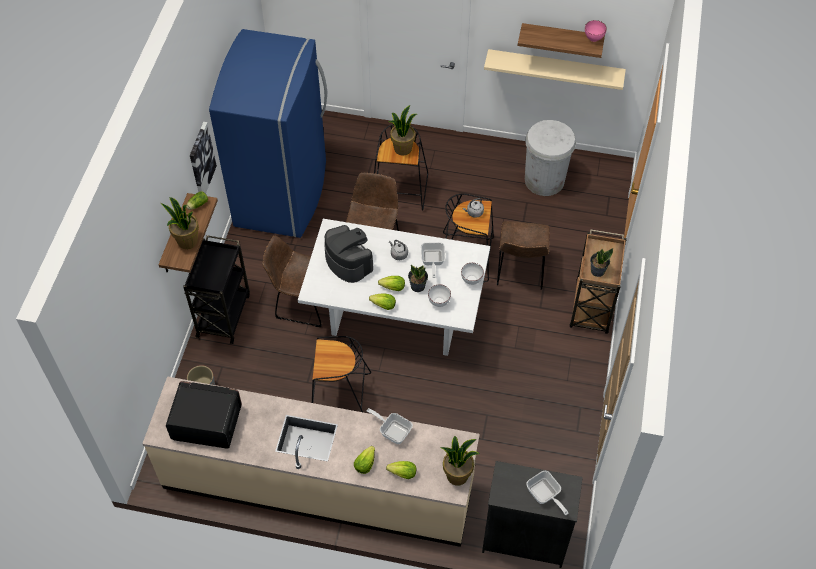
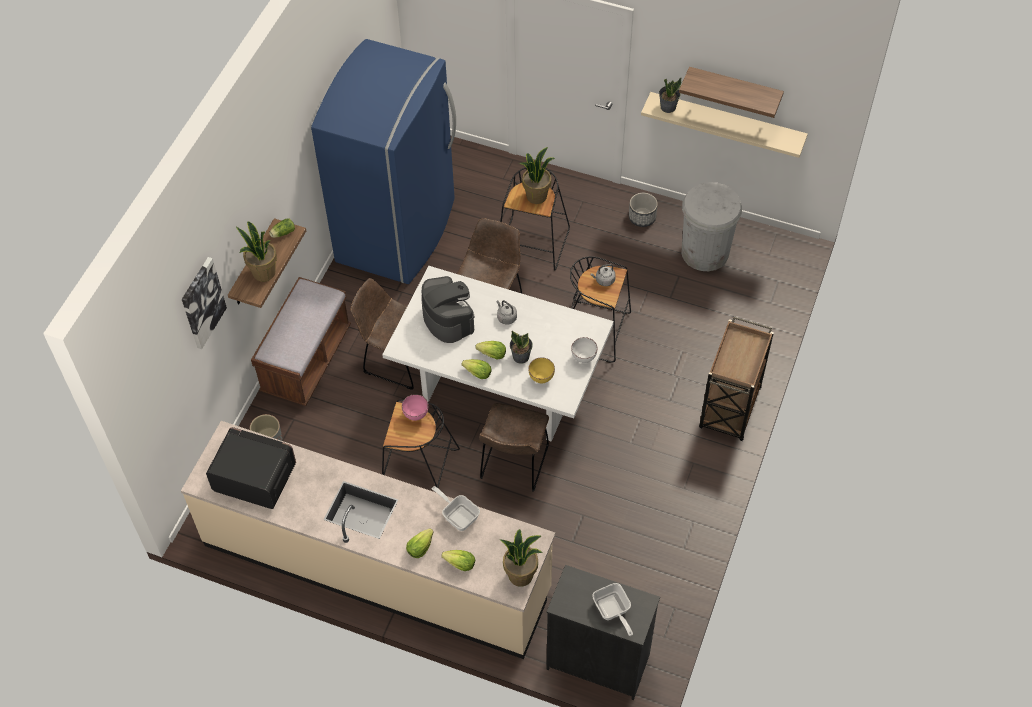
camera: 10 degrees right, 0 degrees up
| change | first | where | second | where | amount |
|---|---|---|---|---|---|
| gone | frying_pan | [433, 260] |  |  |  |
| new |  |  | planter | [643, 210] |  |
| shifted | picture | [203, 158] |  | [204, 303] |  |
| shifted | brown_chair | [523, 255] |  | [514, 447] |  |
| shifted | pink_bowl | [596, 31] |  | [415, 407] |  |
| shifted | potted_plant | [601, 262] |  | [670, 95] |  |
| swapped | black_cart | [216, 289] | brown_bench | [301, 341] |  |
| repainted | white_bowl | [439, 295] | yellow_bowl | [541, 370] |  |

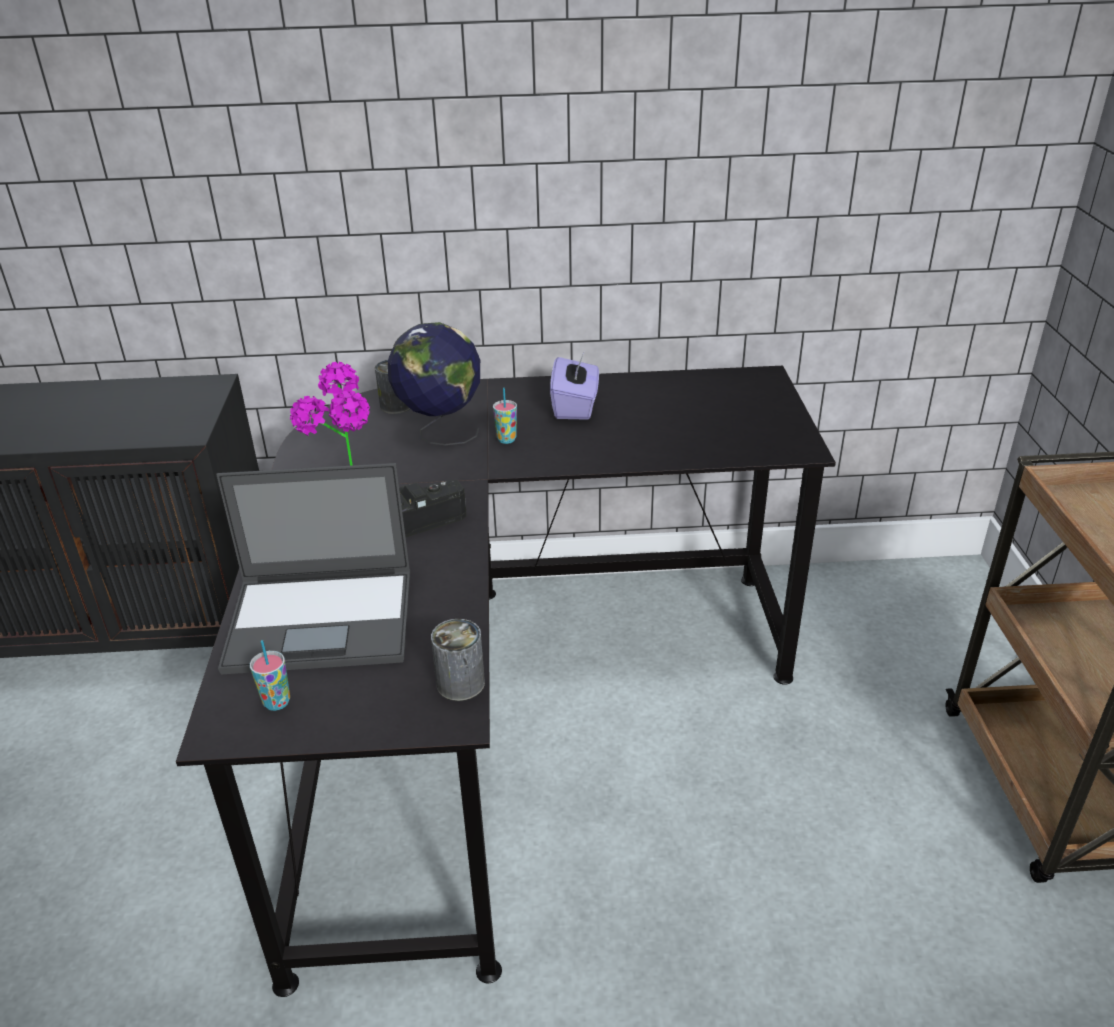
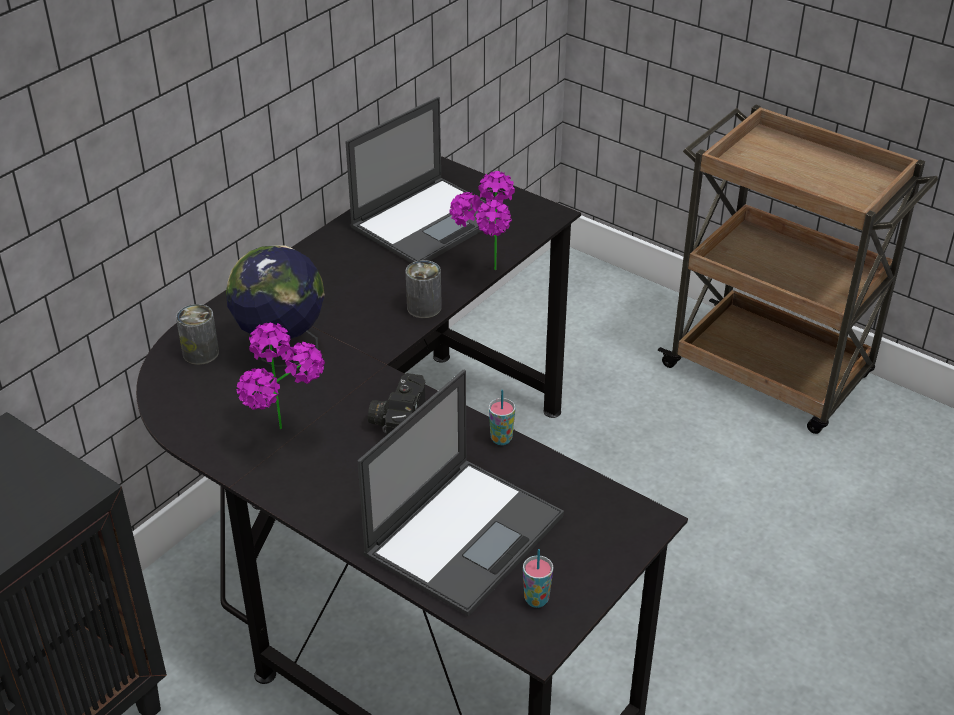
camera: 50 degrees left, 5 degrees up
| change | first | where | second | where | amount |
|---|---|---|---|---|---|
| gone | purple_tissue_box | [574, 387] |  |  |  |
| new |  |  | laptop | [422, 180] |  |
| new |  |  | potted_plant | [482, 220] |  |
| shifted | can | [458, 660] |  | [424, 289] |  |
| shifted | cup | [505, 416] |  | [502, 417] |  |

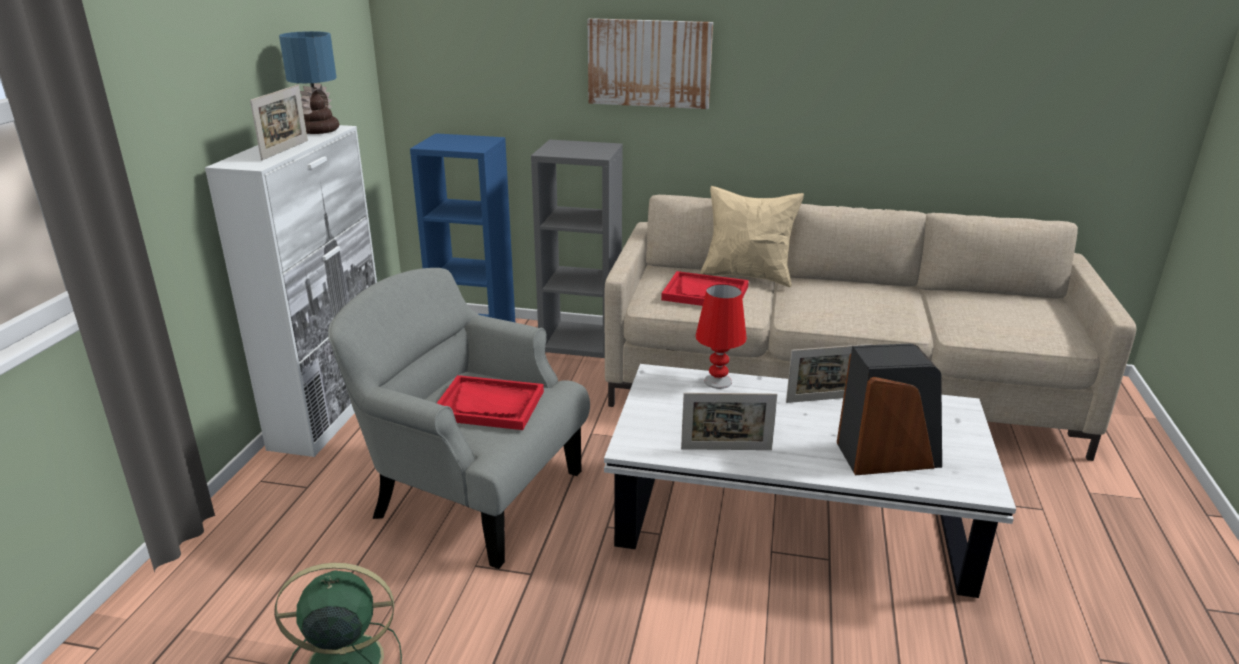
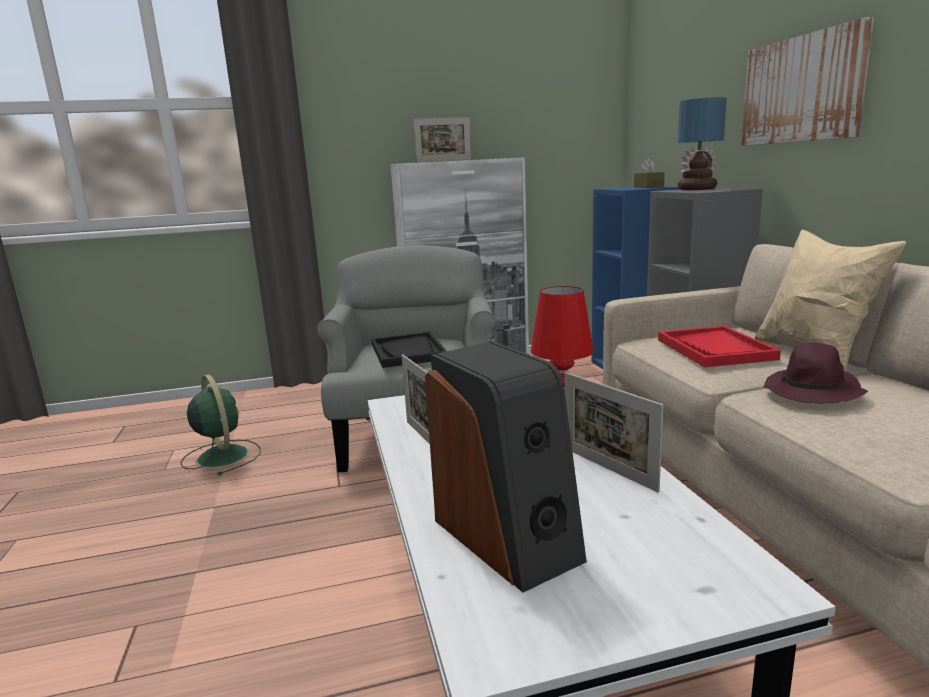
camera: 65 degrees right, 10 degrees down
| change | first | where | second | where | amount |
|---|---|---|---|---|---|
| new |  |  | brown_tissue_box | [649, 173] |  |
| new |  |  | purple_hat | [815, 373] |  |
| shifted | table_lamp | [309, 82] |  | [702, 143] |  |
| repainted | red_tray | [490, 402] | black_tray | [409, 350] |  |

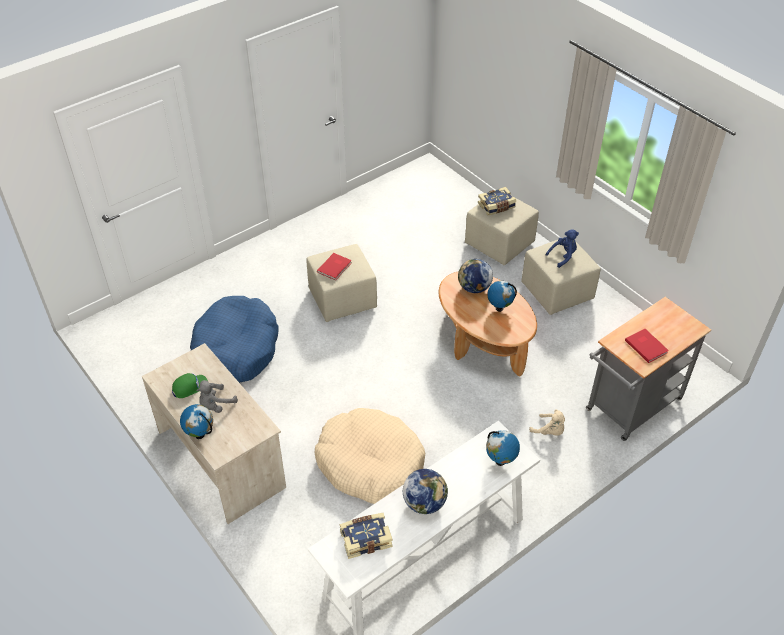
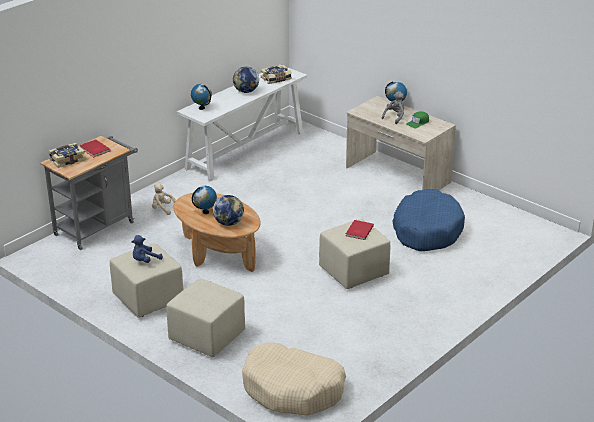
camera: 170 degrees right, 15 degrees down
| change | first | where | second | where | amount |
|---|---|---|---|---|---|
| shifted | beige_dog_bed | [370, 456] |  | [294, 379] |  |
| shifted | book | [497, 201] |  | [67, 155] |  |

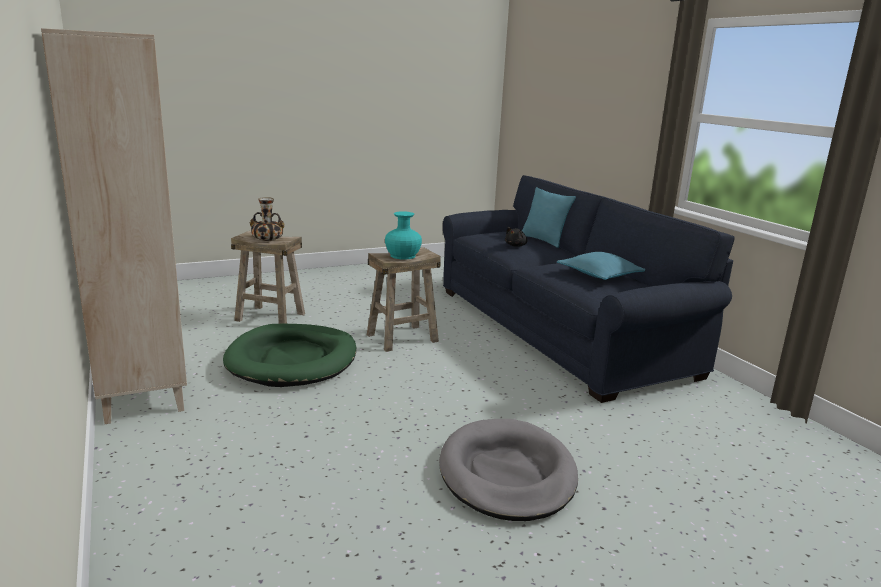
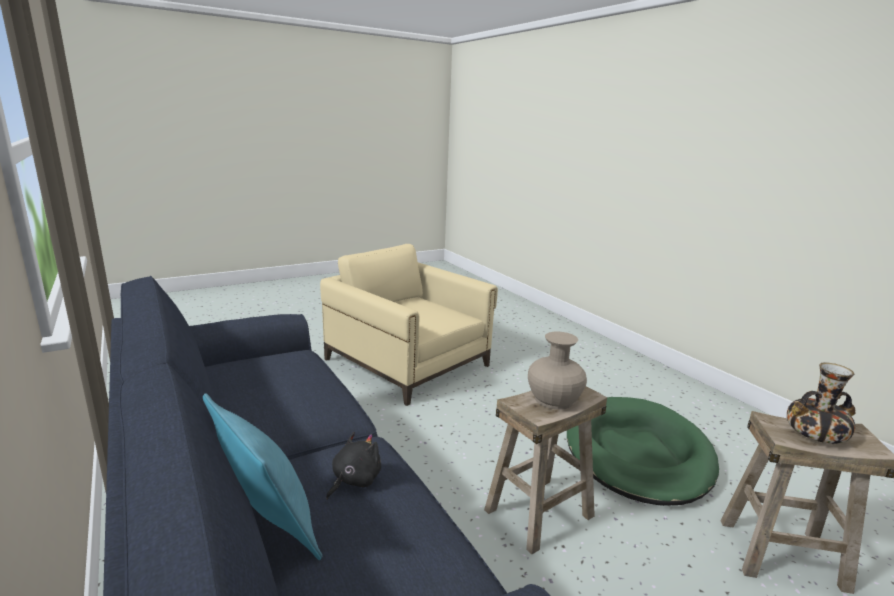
camera: 175 degrees right, 0 degrees up
| change | first | where | second | where | amount |
|---|---|---|---|---|---|
| gone | beige_bookcase | [114, 226] |  |  |  |
| gone | turquoise_pillow | [601, 266] |  |  |  |
| swapped | grey_dog_bed | [508, 470] | beige_armchair | [409, 325] |  |
| repainted | turquoise_vase | [403, 235] | beige_vase | [557, 370] |  |

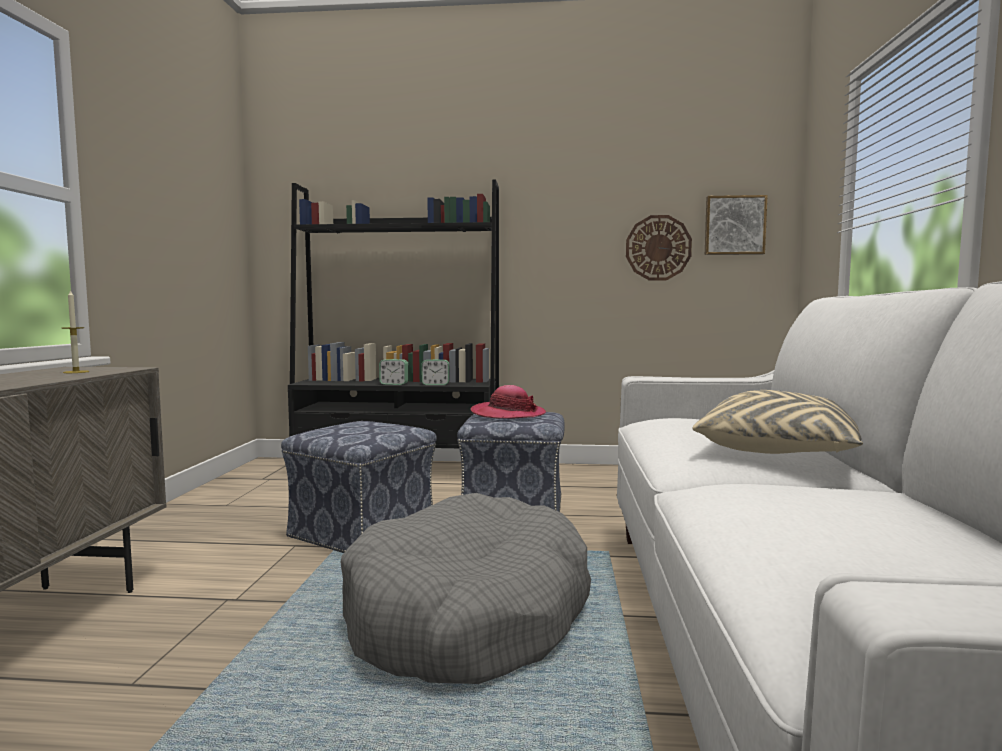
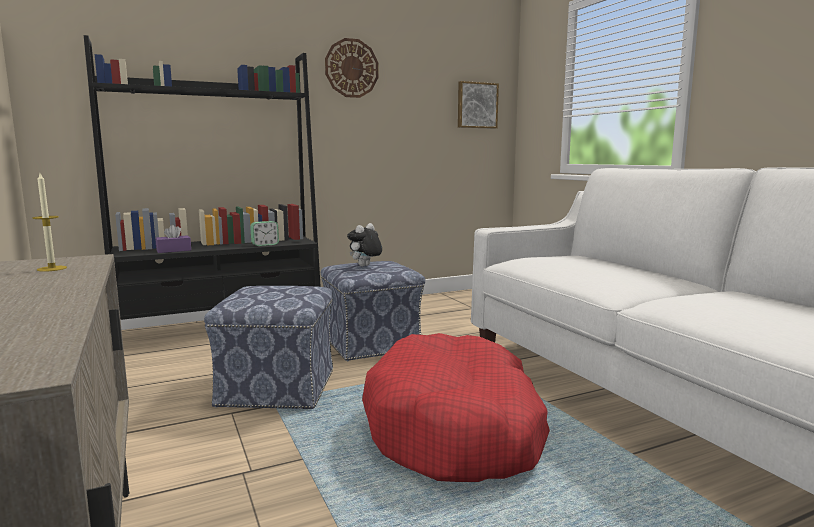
camera: 30 degrees left, 5 degrees up
| change | first | where | second | where | amount |
|---|---|---|---|---|---|
| gone | alarm_clock | [393, 372] |  |  |  |
| gone | beige_pillow | [777, 422] |  |  |  |
| new |  |  | purple_tissue_box | [173, 239] |  |
| shifted | wall_clock | [659, 248] |  | [352, 68] |  |
| swapped | hat | [508, 401] | plush_toy | [364, 244] |  |
| repainted | grey_dog_bed | [465, 588] | red_dog_bed | [456, 407] |  |

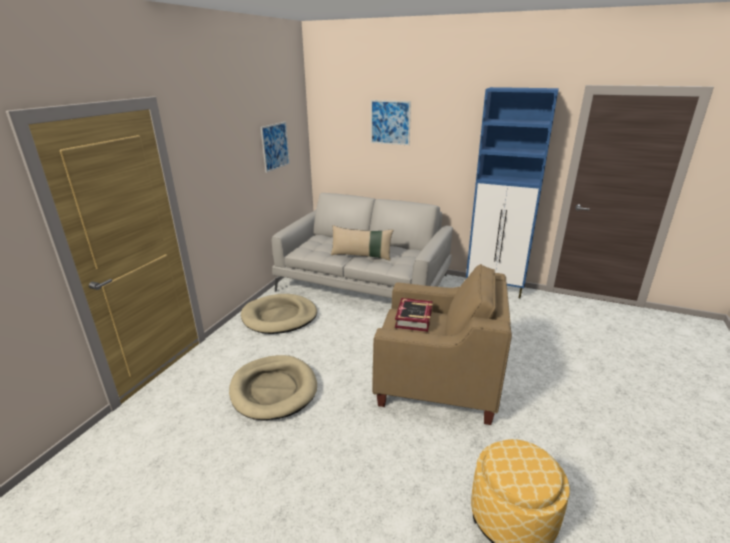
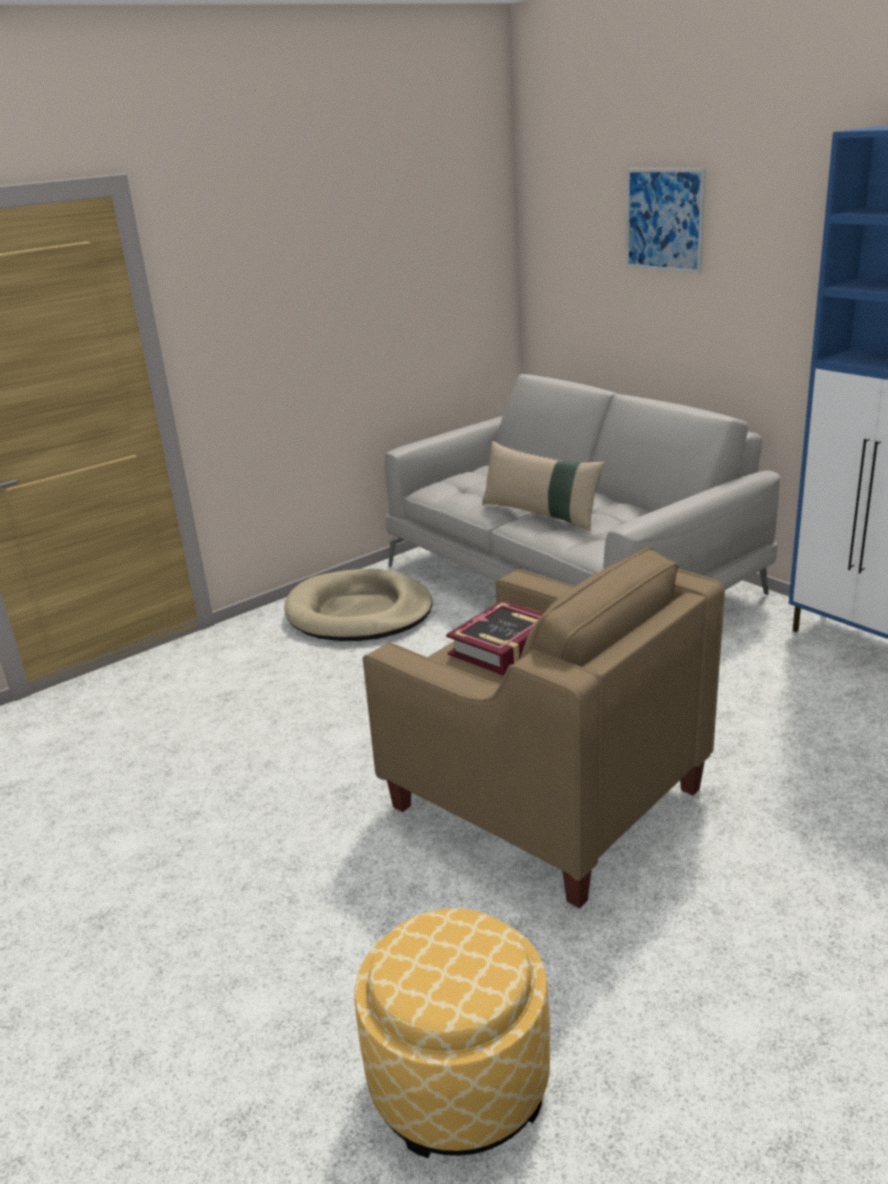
camera: 30 degrees right, 0 degrees up
| change | first | where | second | where | amount |
|---|---|---|---|---|---|
| gone | beige_dog_bed | [273, 387] |  |  |  |
| gone | picture | [275, 147] |  |  |  |

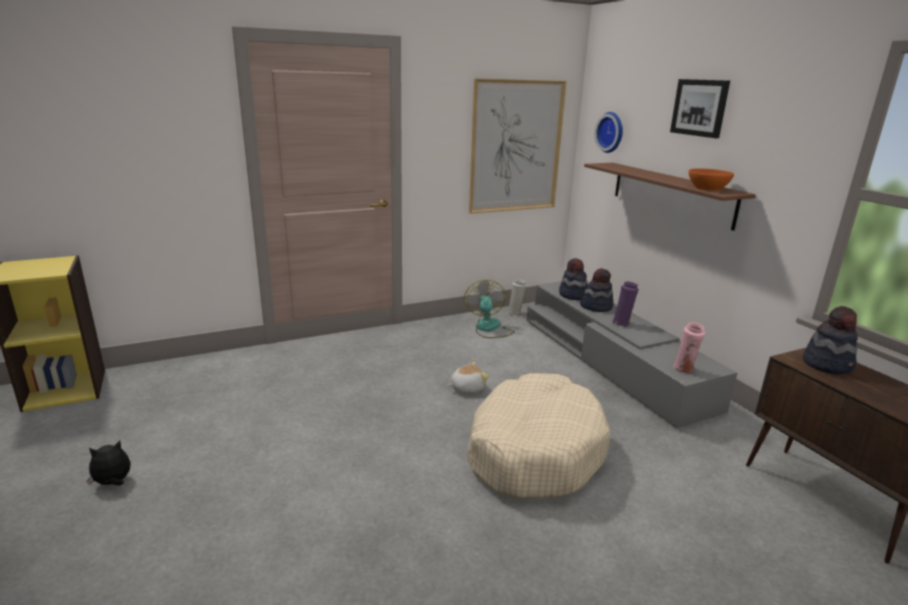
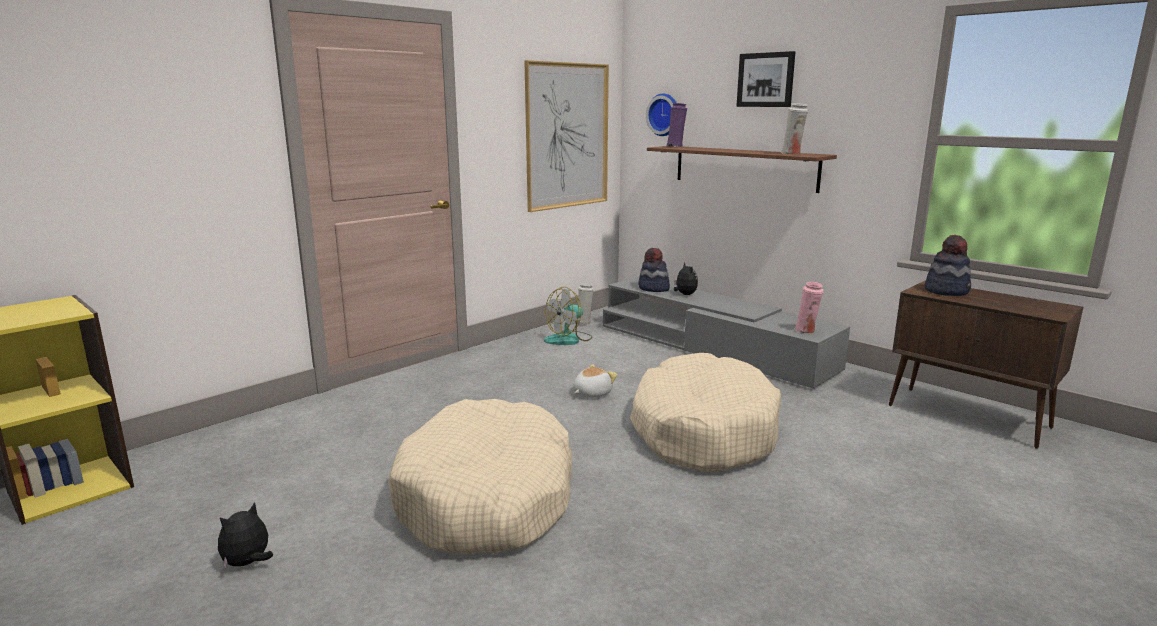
camera: 20 degrees left, 5 degrees down
| change | first | where | second | where | amount |
|---|---|---|---|---|---|
| new |  |  | beige_dog_bed | [480, 476] |  |
| shifted | purple_vase | [625, 304] |  | [677, 125] |  |
| swapped | hat | [596, 290] | plush_toy | [686, 279] |  |
| swapped | orange_bowl | [711, 179] | white_vase | [794, 128] |  |
| rotated | fan | [489, 309] |  | [568, 316] | 105 degrees counterclockwise |

